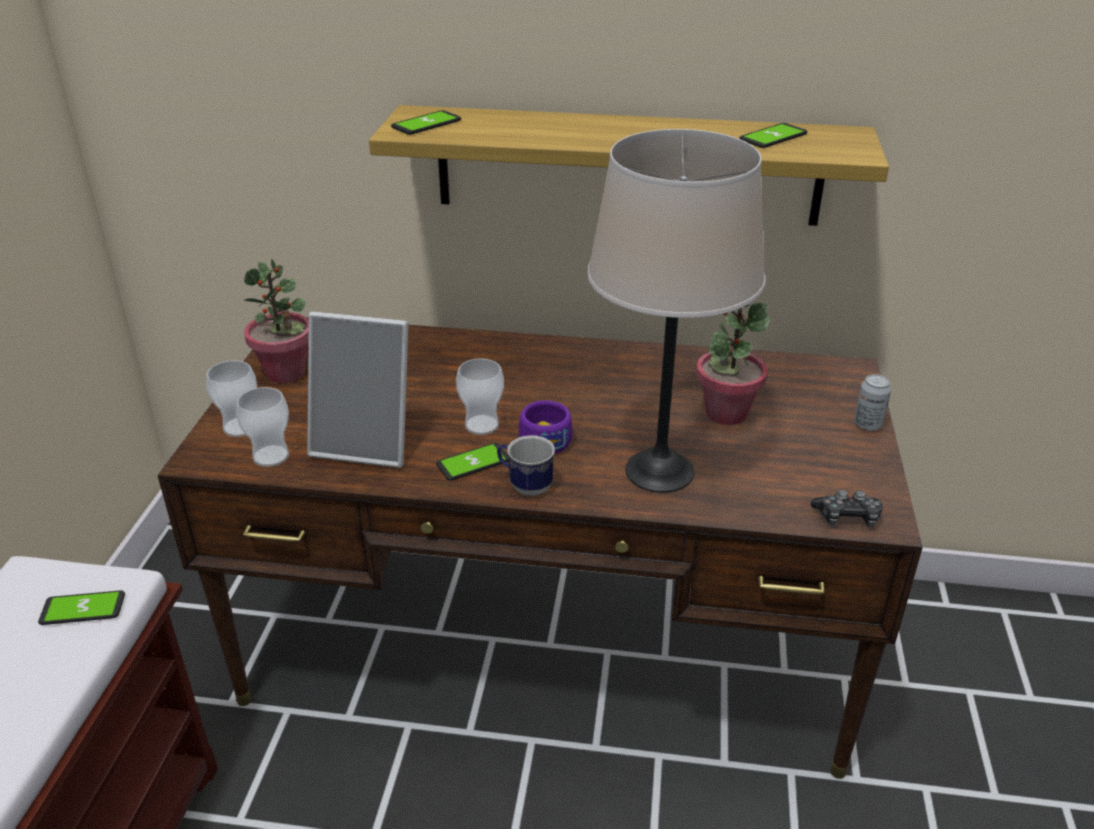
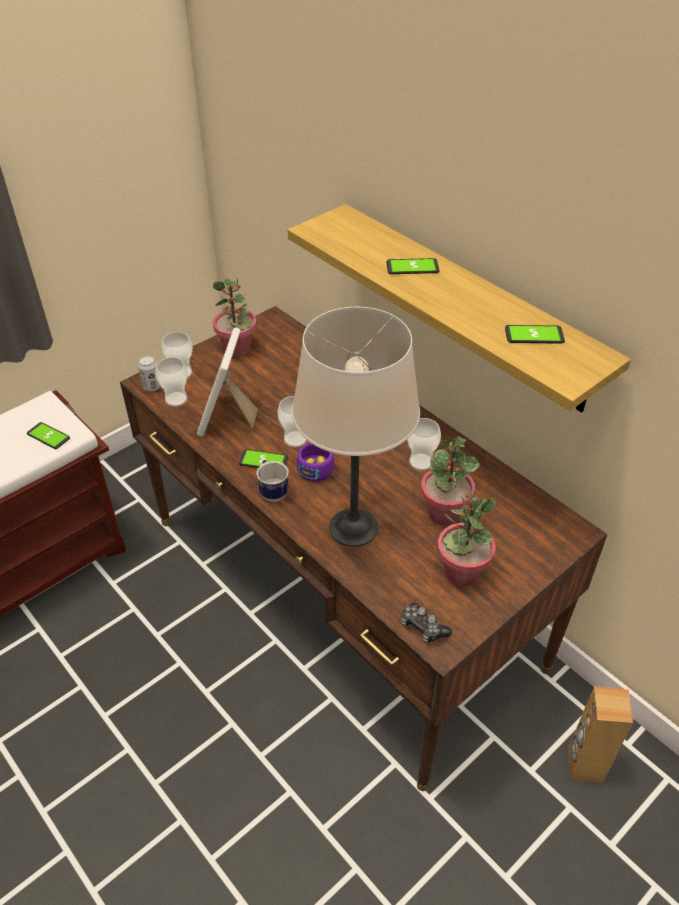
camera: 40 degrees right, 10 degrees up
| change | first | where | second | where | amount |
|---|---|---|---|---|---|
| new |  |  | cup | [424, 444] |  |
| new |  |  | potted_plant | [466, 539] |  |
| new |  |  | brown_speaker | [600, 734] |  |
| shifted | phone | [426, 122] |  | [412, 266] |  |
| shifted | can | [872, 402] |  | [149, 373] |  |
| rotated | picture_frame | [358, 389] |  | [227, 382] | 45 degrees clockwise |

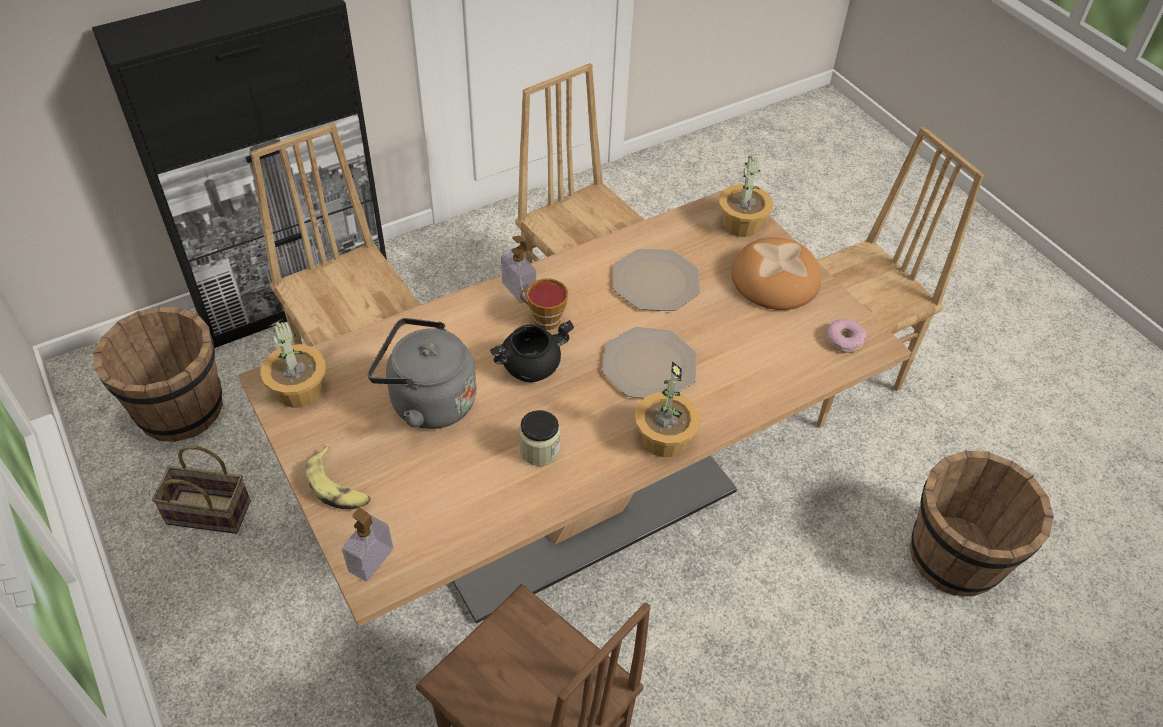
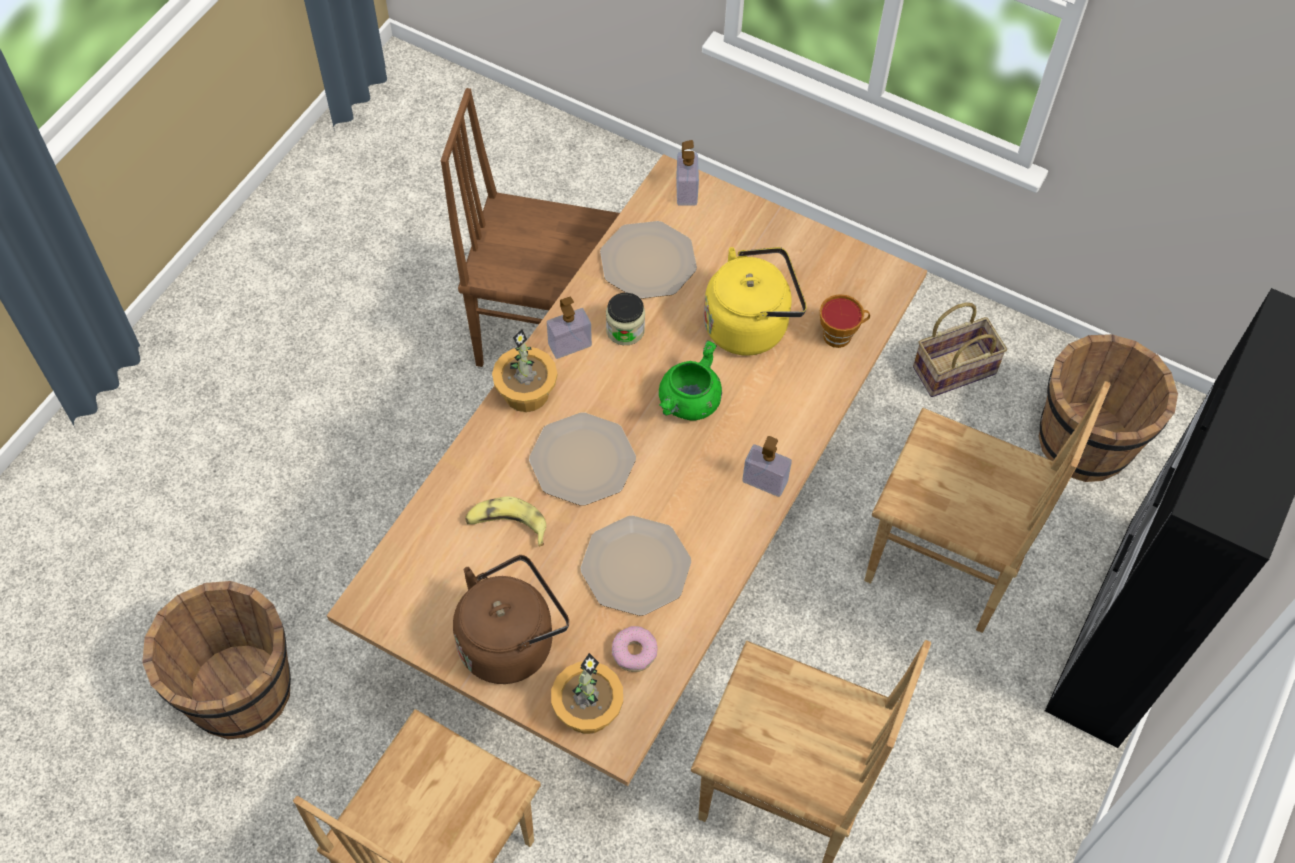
camera: 150 degrees right, 10 degrees up
| change | first | where | second | where | amount |
|---|---|---|---|---|---|
| gone | potted_plant | [293, 363] |  |  |  |
| new |  |  | soap_dispenser | [569, 328] |  |
| new |  |  | plate | [648, 260] |  |
| shifted | banana | [338, 477] |  | [505, 521] |  |
| shifted | cup | [544, 304] |  | [845, 321] |  |
| shifted | donut | [846, 336] |  | [635, 649] |  |
| swapped | bread | [776, 273] | brown_kettle | [511, 619] |  |
| repainted | grey_kettle | [422, 373] | yellow_kettle | [755, 301] |  |
| repainted | black_cooking_pot | [532, 351] | green_cooking_pot | [690, 380] |  |

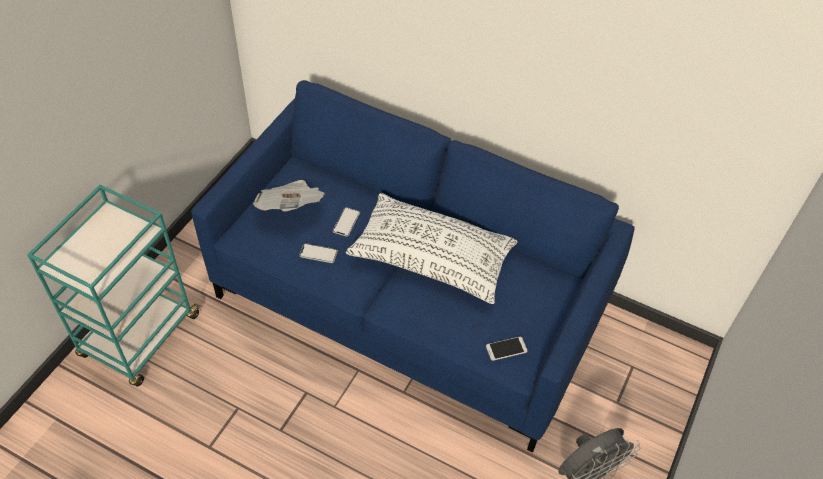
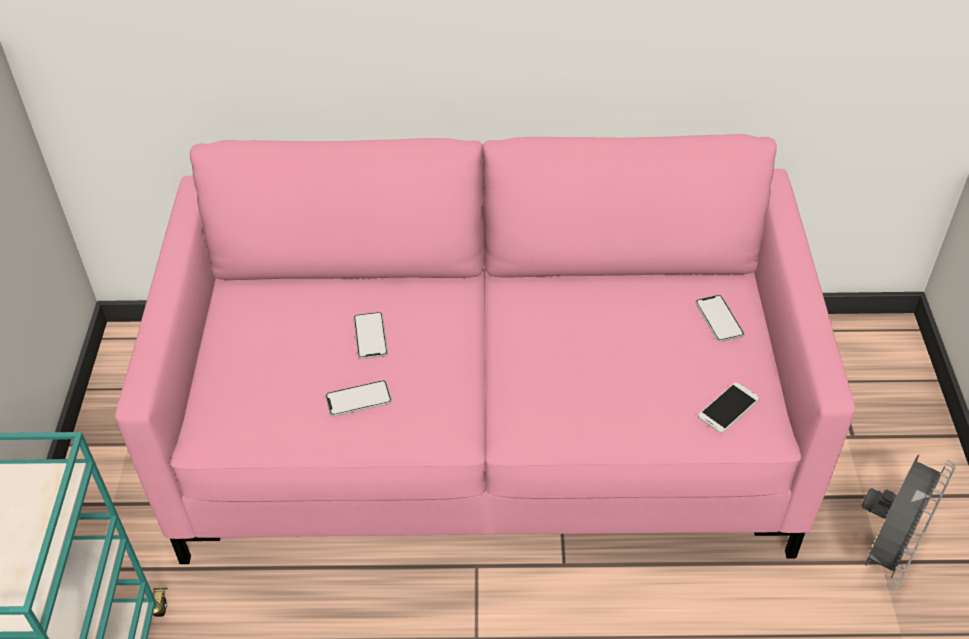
camera: 25 degrees left, 5 degrees down
| change | first | where | second | where | amount |
|---|---|---|---|---|---|
| gone | newspaper | [289, 196] |  |  |  |
| gone | white_pillow | [432, 248] |  |  |  |
| new |  |  | phone | [719, 318] |  |
| repainted | blue_sofa | [413, 266] | pink_sofa | [485, 349] |  |

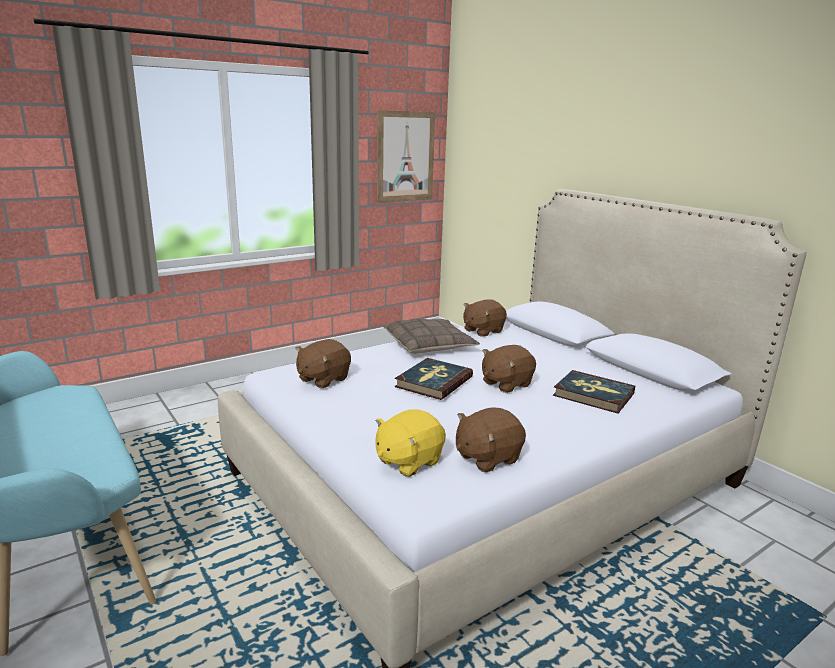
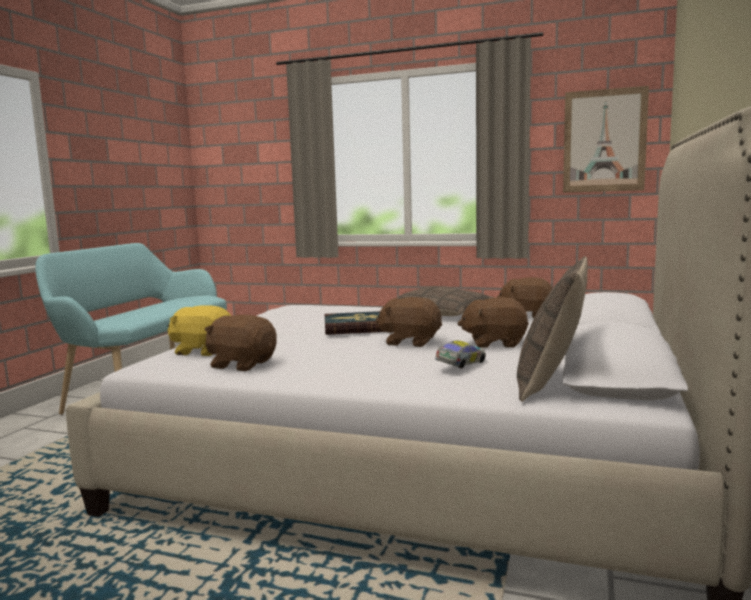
camera: 55 degrees right, 10 degrees down
| change | first | where | second | where | amount |
|---|---|---|---|---|---|
| new |  |  | pillow | [552, 329] |  |
| shifted | brown_plush_toy | [323, 363] |  | [493, 322] |  |
| swapped | book | [594, 392] | toy_car | [460, 354] |  |

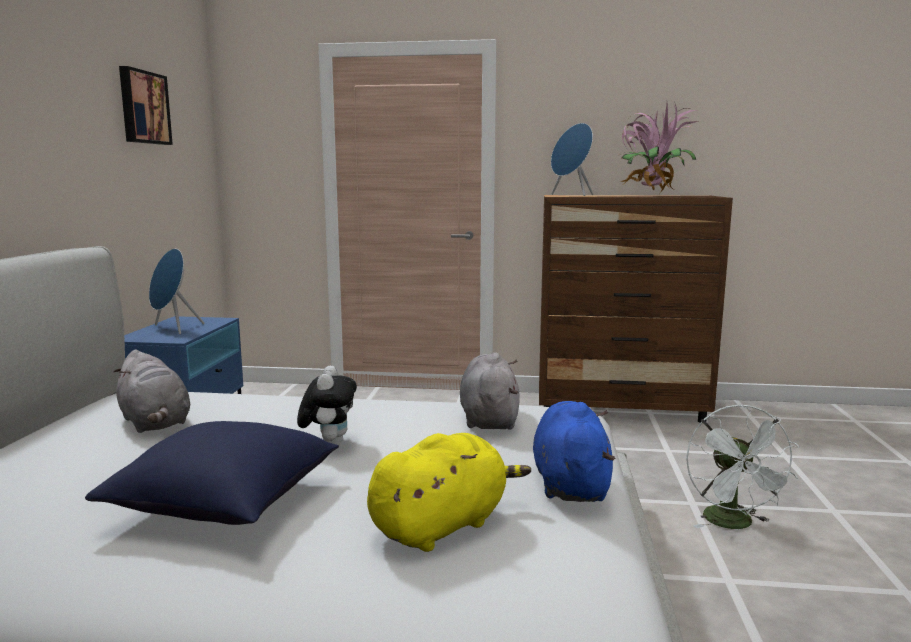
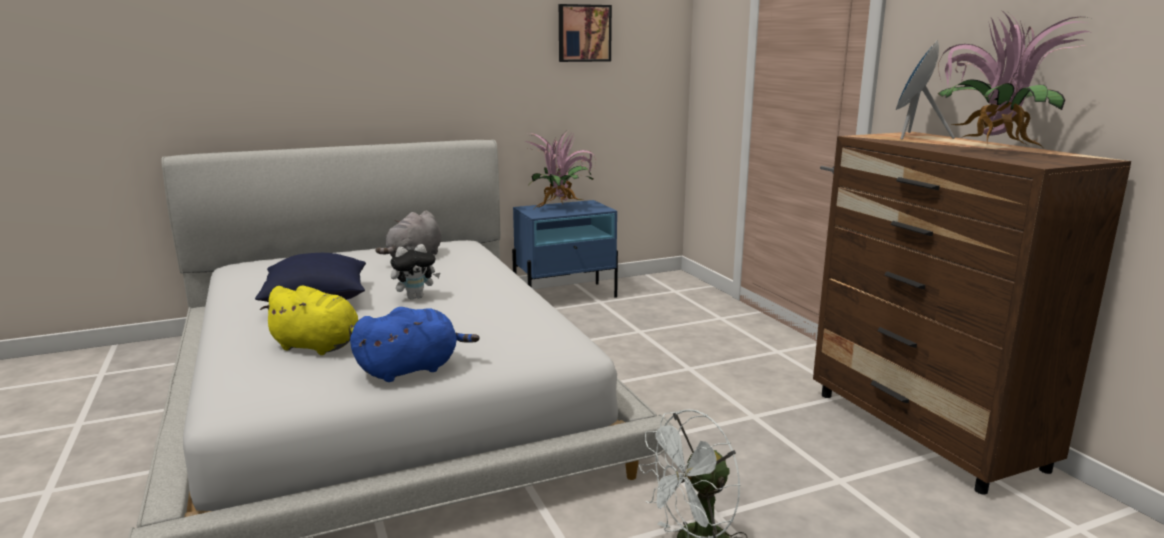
camera: 60 degrees right, 5 degrees up
| change | first | where | second | where | amount |
|---|---|---|---|---|---|
| gone | grey_plush_toy | [490, 391] |  |  |  |
| swapped | blue_speaker | [177, 291] | potted_plant | [560, 169] |  |

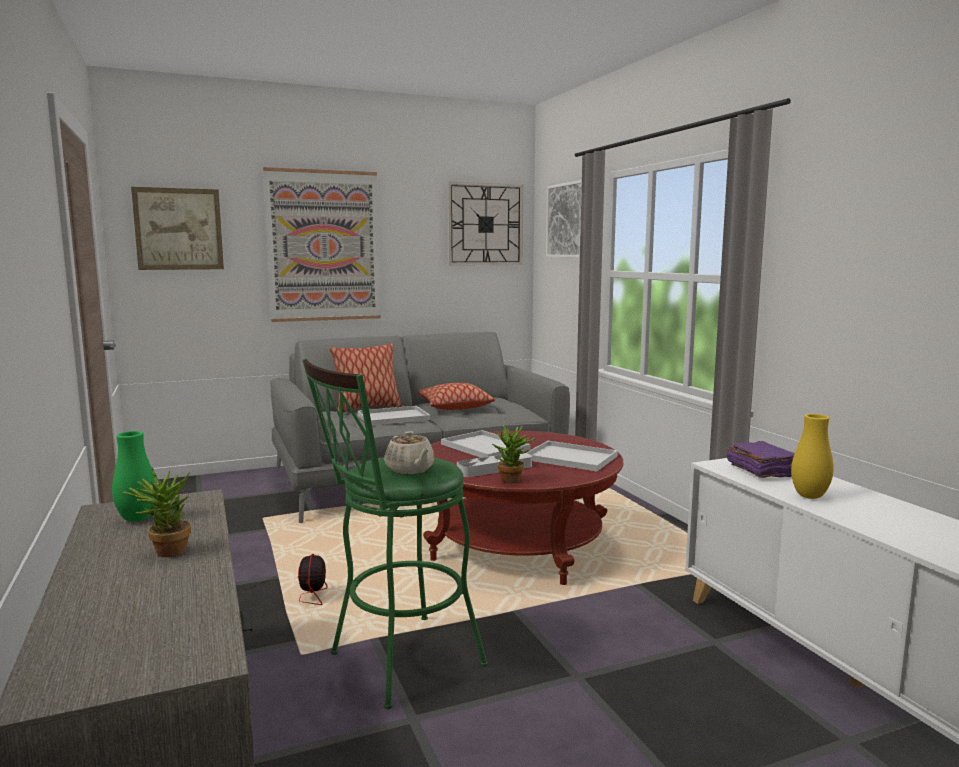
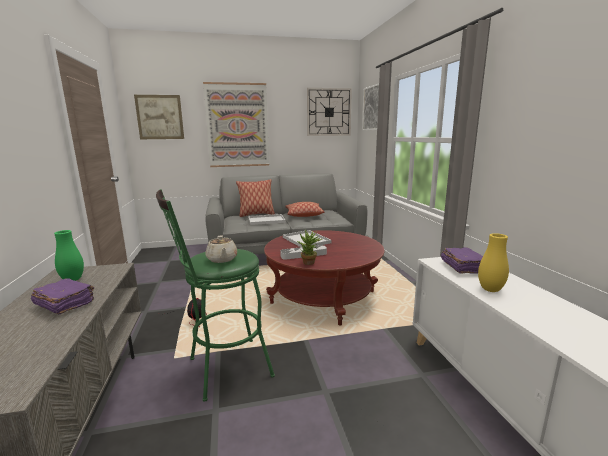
camera: 10 degrees right, 5 degrees up
| change | first | where | second | where | amount |
|---|---|---|---|---|---|
| gone | white_tray | [572, 456] |  |  |  |
| swapped | potted_plant | [156, 512] | purple_book | [62, 296] |  |

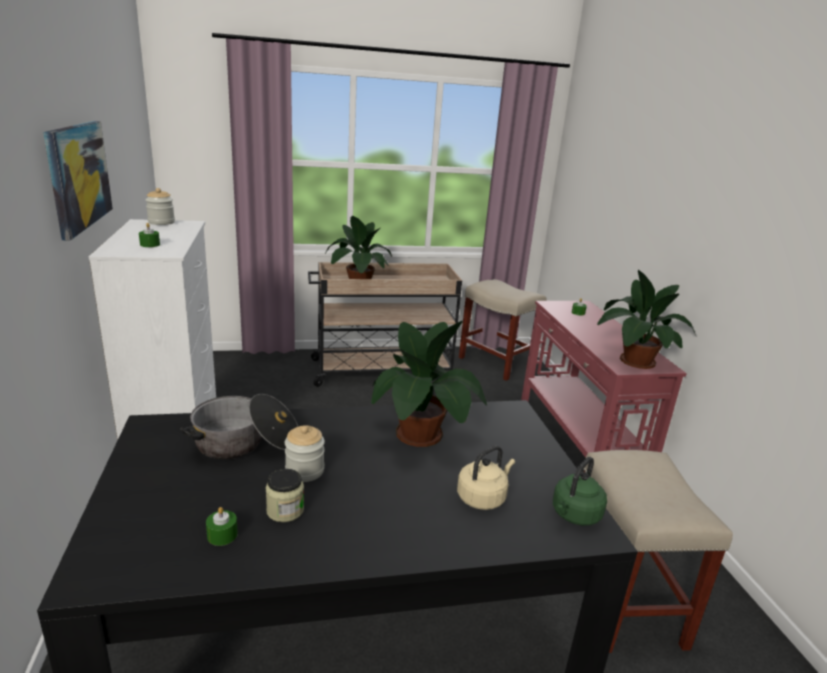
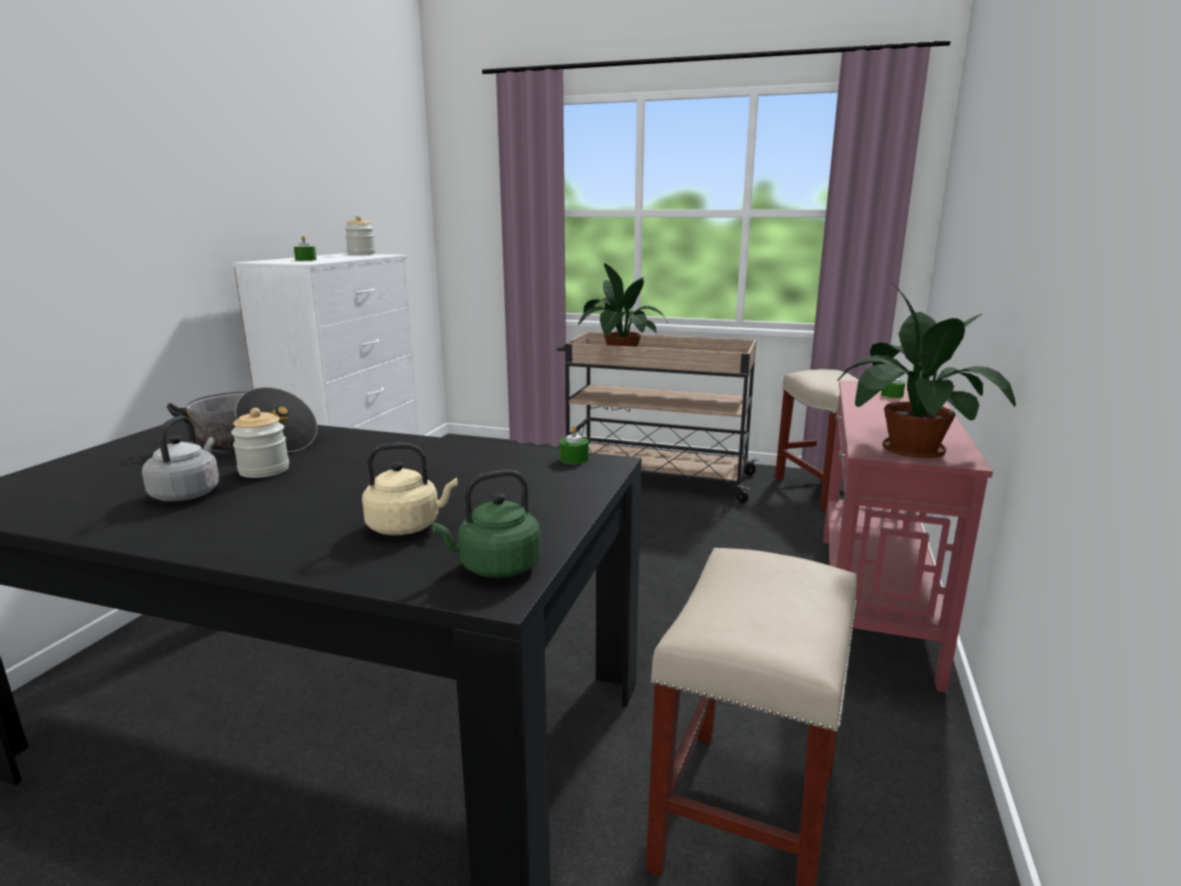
camera: 30 degrees right, 5 degrees down
| change | first | where | second | where | amount |
|---|---|---|---|---|---|
| gone | picture | [78, 180] |  |  |  |
| gone | potted_plant | [429, 384] |  |  |  |
| shifted | green_candle | [222, 526] |  | [574, 445] |  |
| swapped | jar | [284, 495] | grey_kettle | [180, 458] |  |

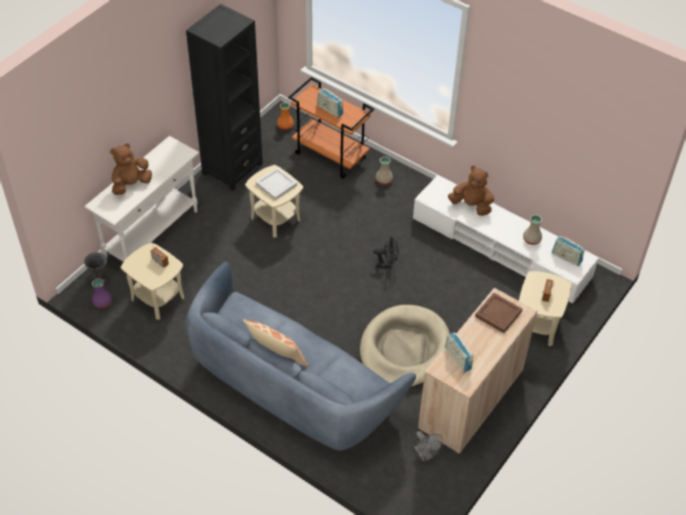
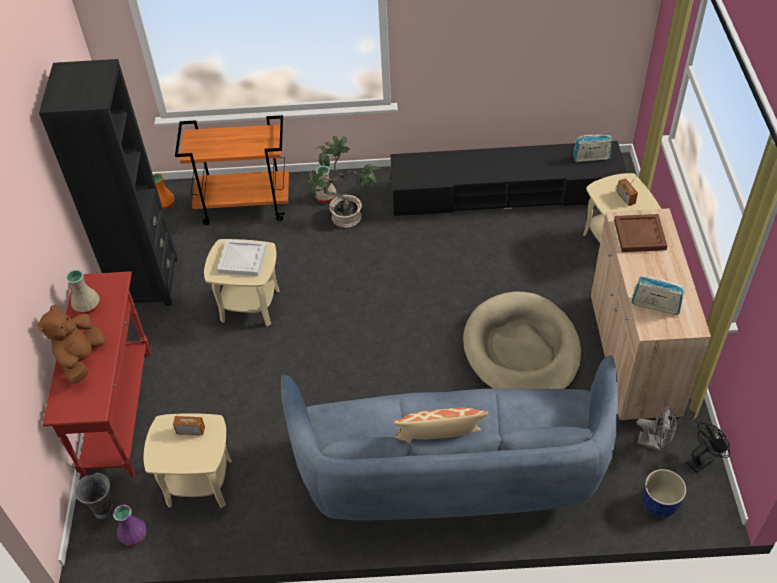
camera: 35 degrees left, 0 degrees up
| change | first | where | second | where | amount |
|---|---|---|---|---|---|
| gone | radio | [330, 103] |  |  |  |
| gone | brown_plush_toy | [471, 191] |  |  |  |
| new |  |  | potted_plant | [343, 181] |  |
| new |  |  | blue_planter | [664, 493] |  |
| shifted | black_fan | [386, 252] |  | [708, 448] |  |
| shifted | beige_vase | [532, 230] |  | [83, 292] |  |
| repainted | white_console_table | [141, 199] | red_console_table | [96, 374] |  |
| repainted | white_tv_stand | [506, 239] | black_tv_stand | [508, 178] |  |

